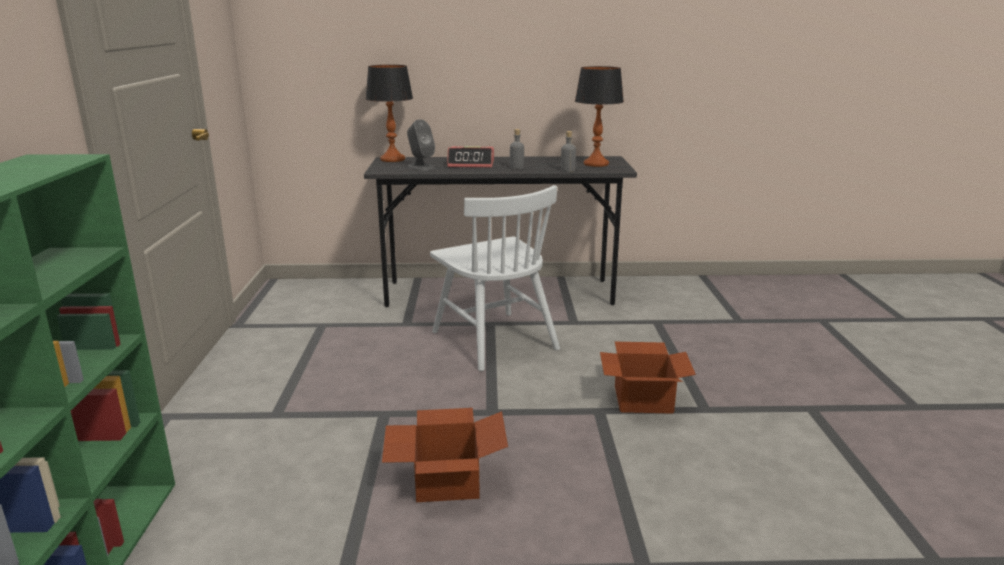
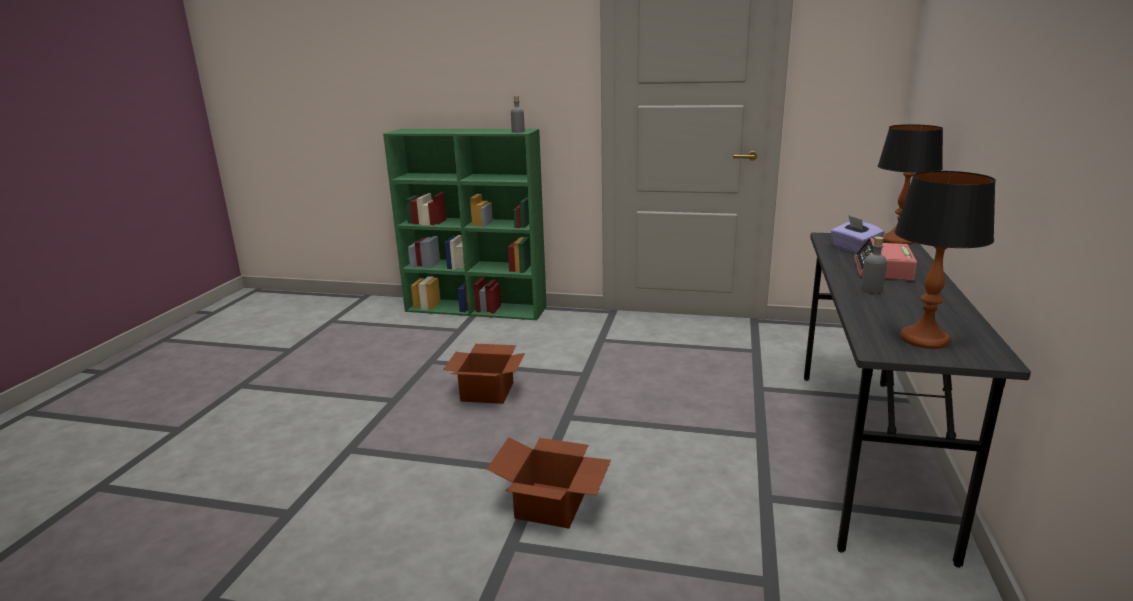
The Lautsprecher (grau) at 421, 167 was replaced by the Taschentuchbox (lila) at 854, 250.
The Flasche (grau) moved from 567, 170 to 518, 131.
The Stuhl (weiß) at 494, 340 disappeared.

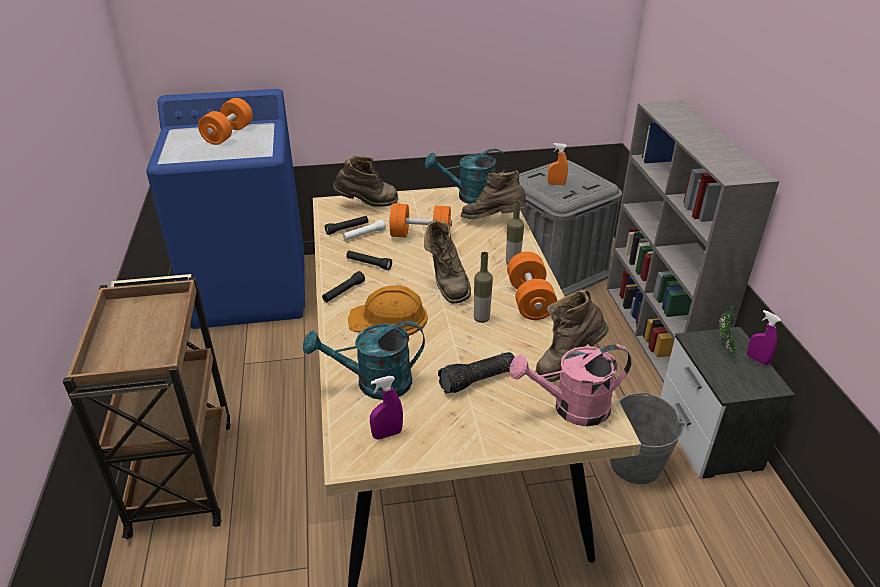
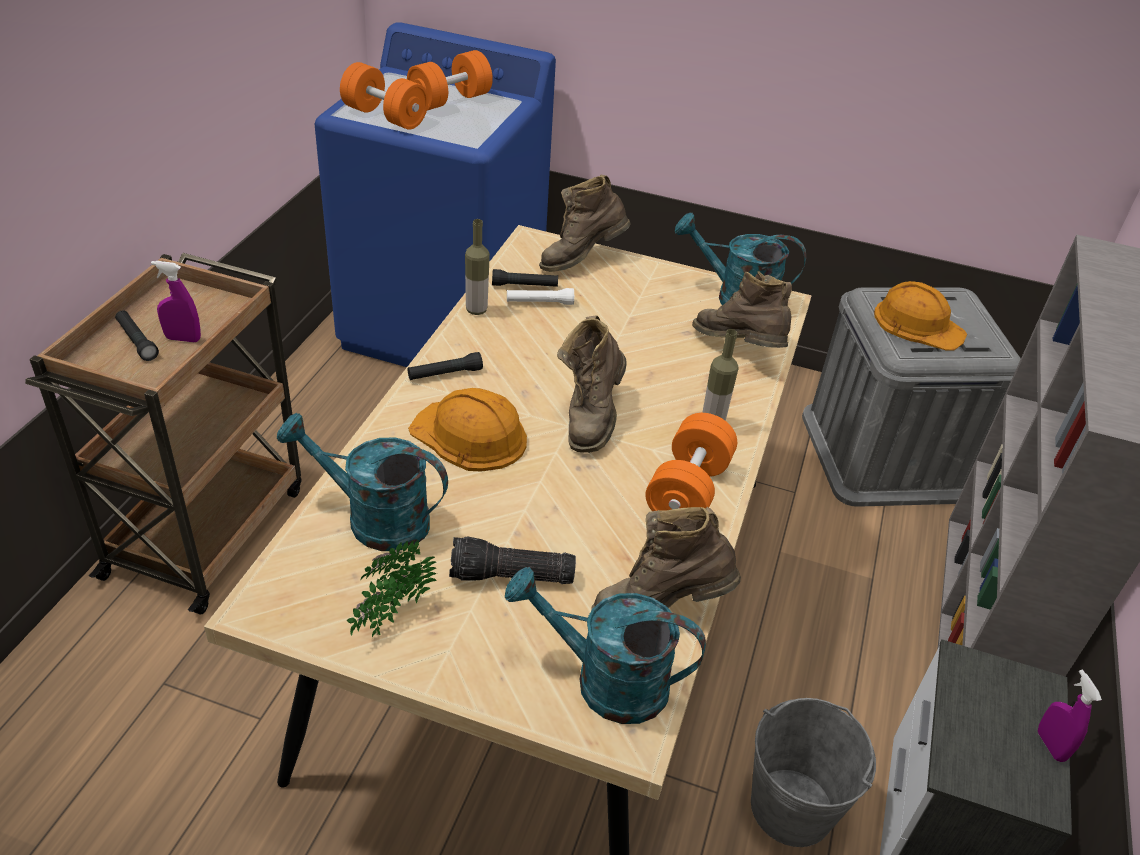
The Sprühflasche (orange) at 556, 184 was replaced by the Schutzhelm (orange) at 918, 324.
The Stiefel (braun) at 367, 204 turned 135 degrees clockwise.
The Hantel (orange) moved from 420, 235 to 385, 116.
The Taschenlampe (schwarz) moved from 369, 264 to 137, 341.
The Flasche moved from 481, 318 to 476, 310.
The Topfpflanze moved from 724, 348 to 390, 616.
The Gießkanne (rosa) at 571, 408 became the Gießkanne (türkis) at 605, 681.
The Sprühflasche (lila) moved from 387, 434 to 183, 339.

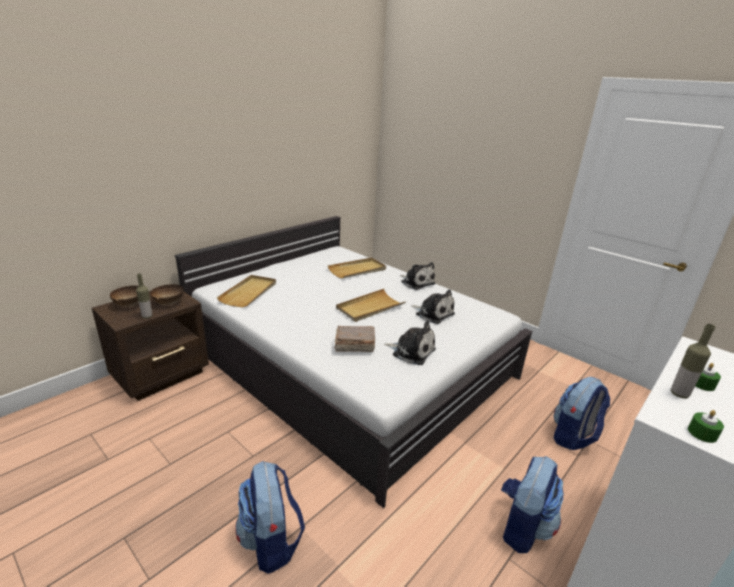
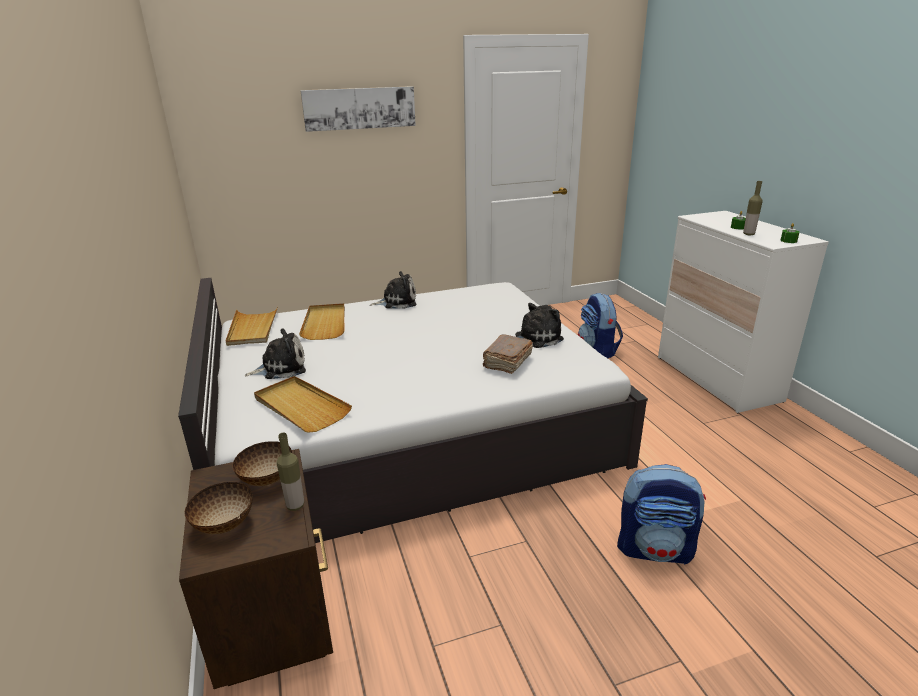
The Tablett (beige) moved from 370, 307 to 252, 329.
The Plüschtier moved from 433, 314 to 281, 368.
The Rucksack at 522, 526 disappeared.
The Bild at 359, 108 appeared.

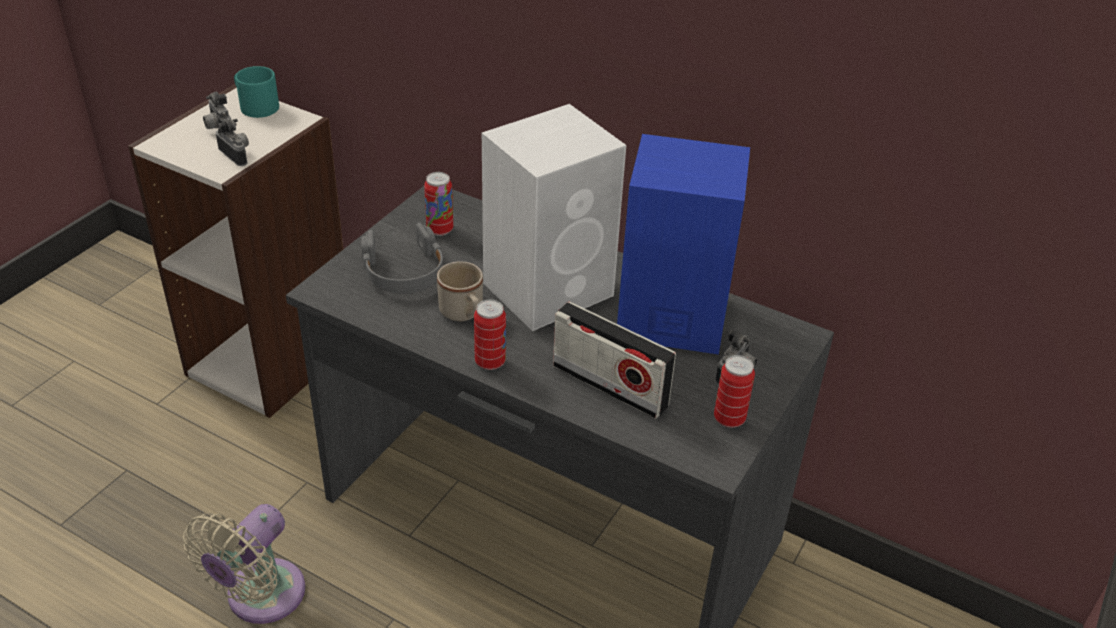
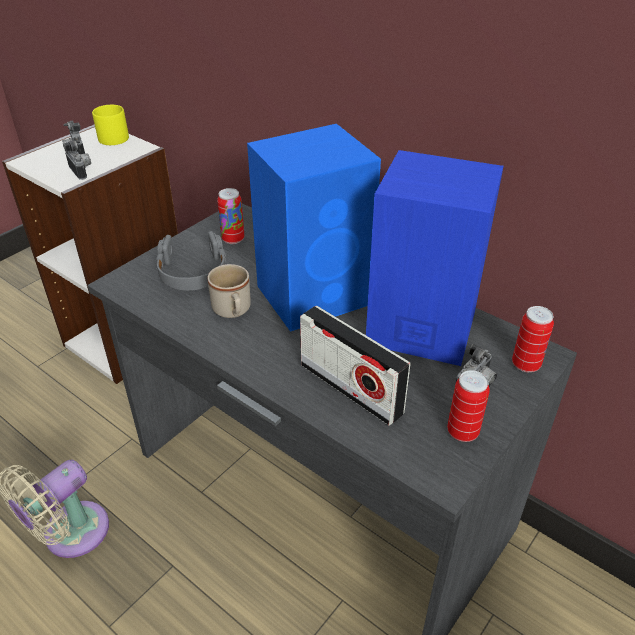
The Henkelbecher (türkis) at 254, 106 became the Henkelbecher (gelb) at 110, 137.
The Lautsprecher (weiß) at 550, 288 became the Lautsprecher (blau) at 316, 294.
The Dose moved from 490, 362 to 525, 364.

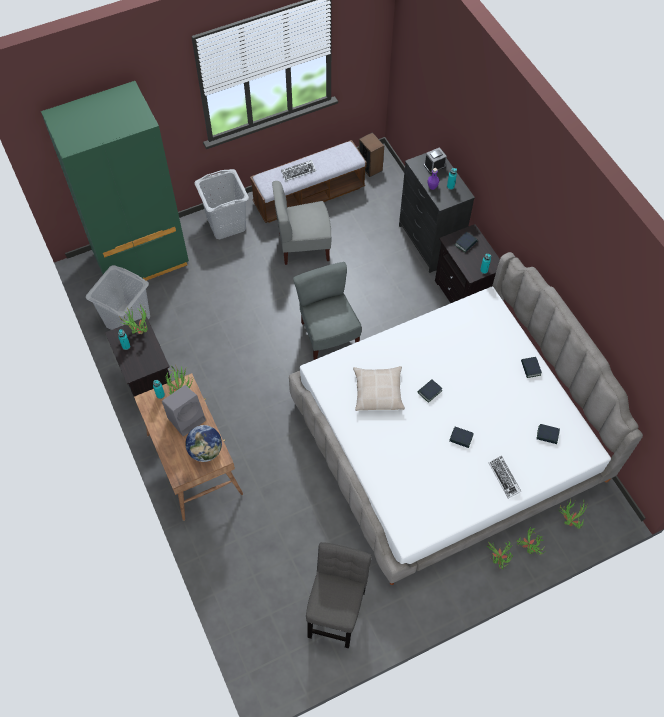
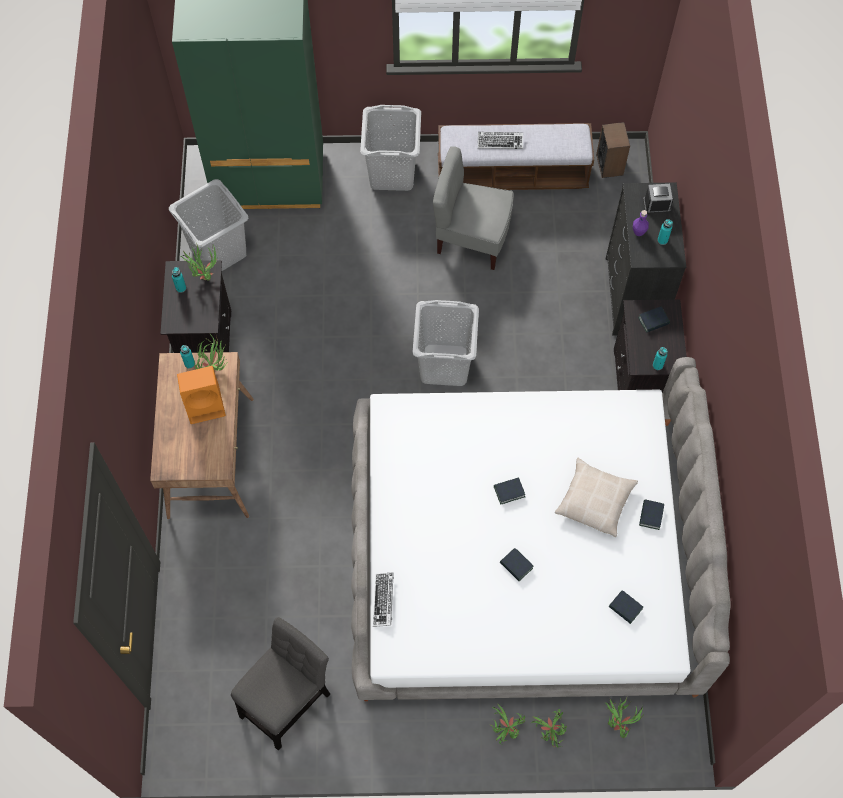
The Stuhl (grau) at 328, 335 was replaced by the Wäschekorb (grau) at 445, 364.
The Kissen (beige) moved from 378, 391 to 595, 500.
The Lautsprecher (grau) at 187, 418 became the Lautsprecher (orange) at 206, 404.
The Globus at 206, 451 disappeared.
The Tastatur moved from 504, 478 to 383, 600.

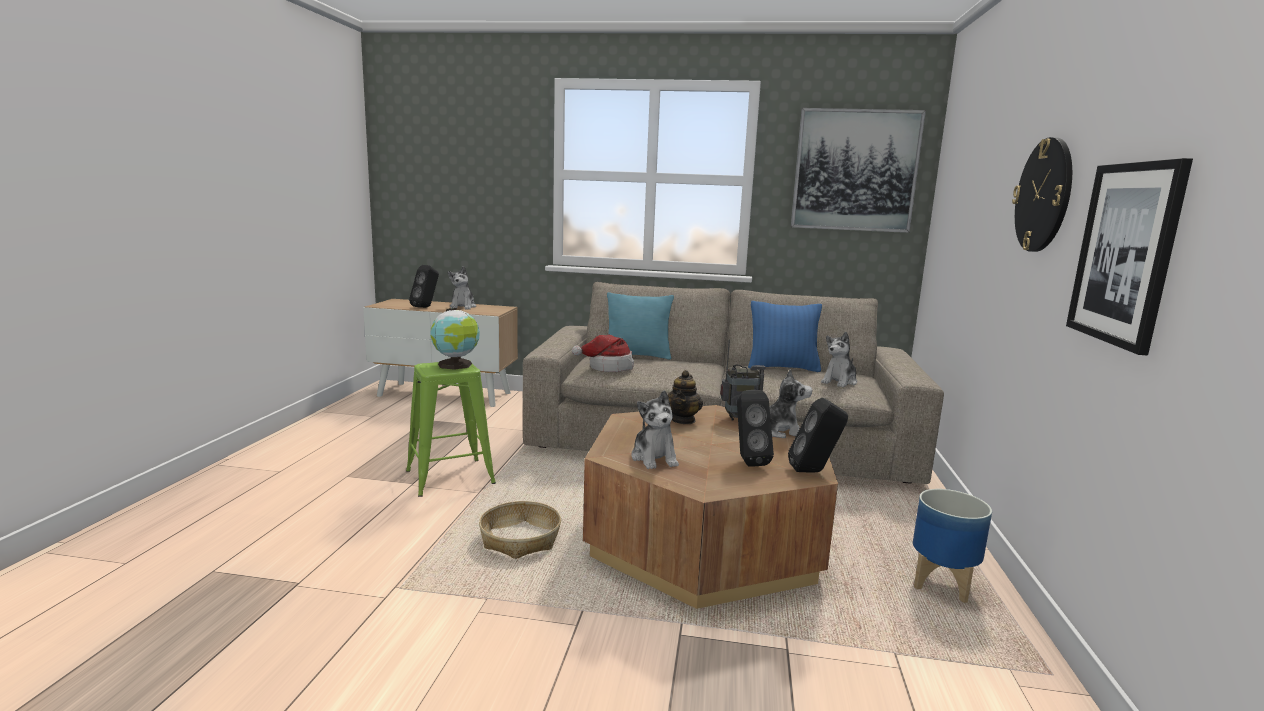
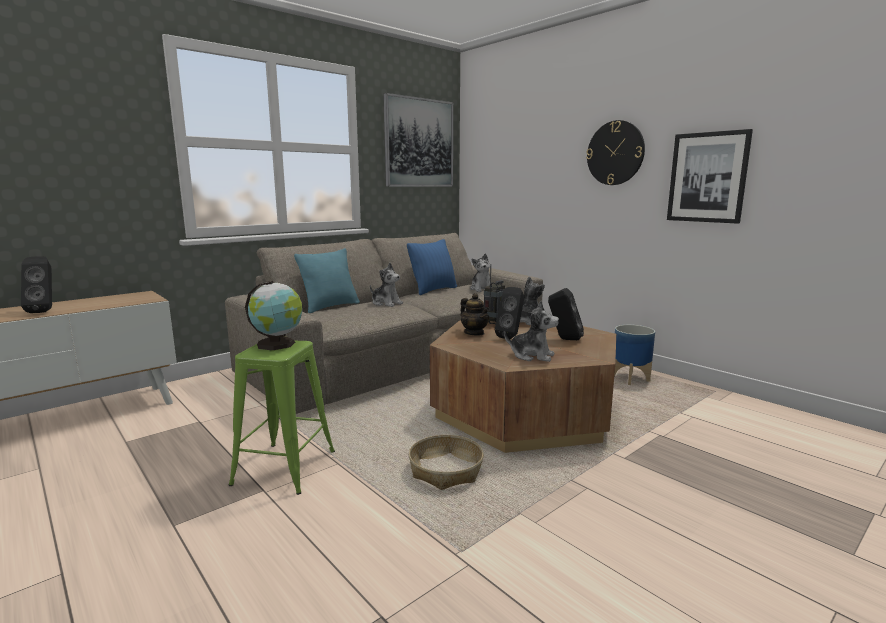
The Plüschtier moved from 463, 307 to 386, 303.
The Hut at 608, 367 disappeared.
The Lautsprecher (schwarz) moved from 815, 472 to 511, 337.

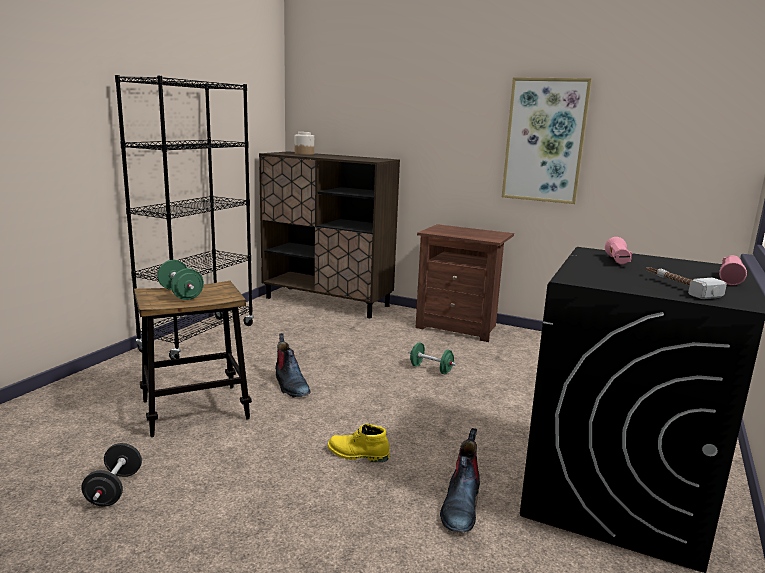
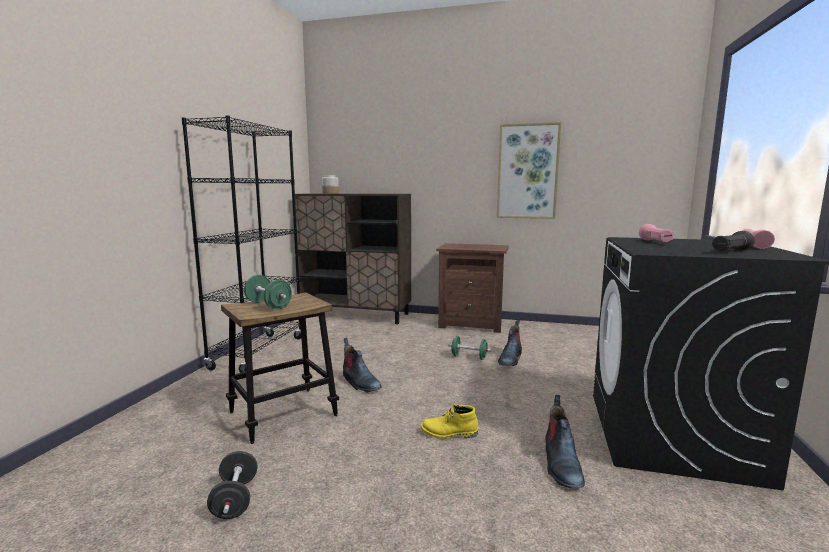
The Hammer at 677, 286 was replaced by the Taschenlampe (schwarz) at 730, 251.
The Stiefel at 510, 359 appeared.

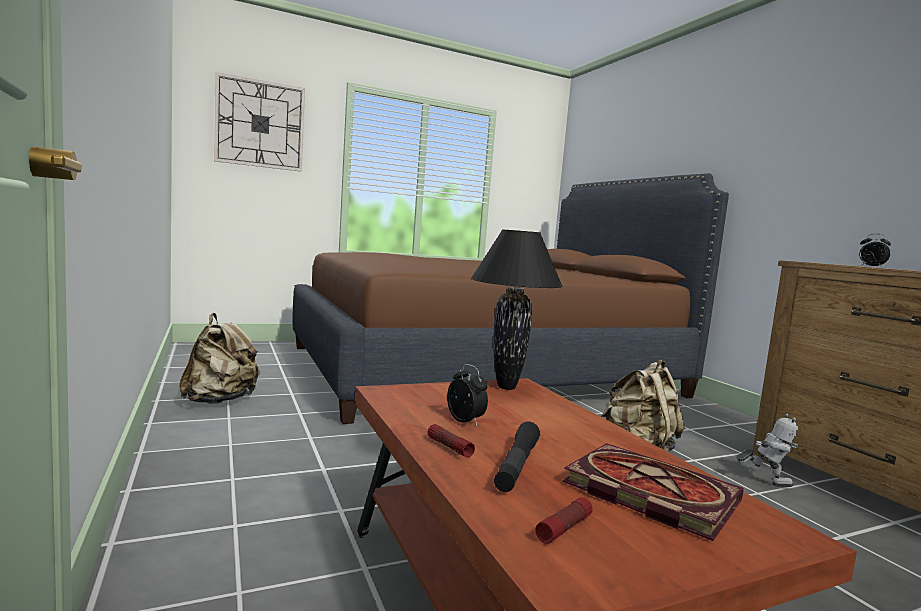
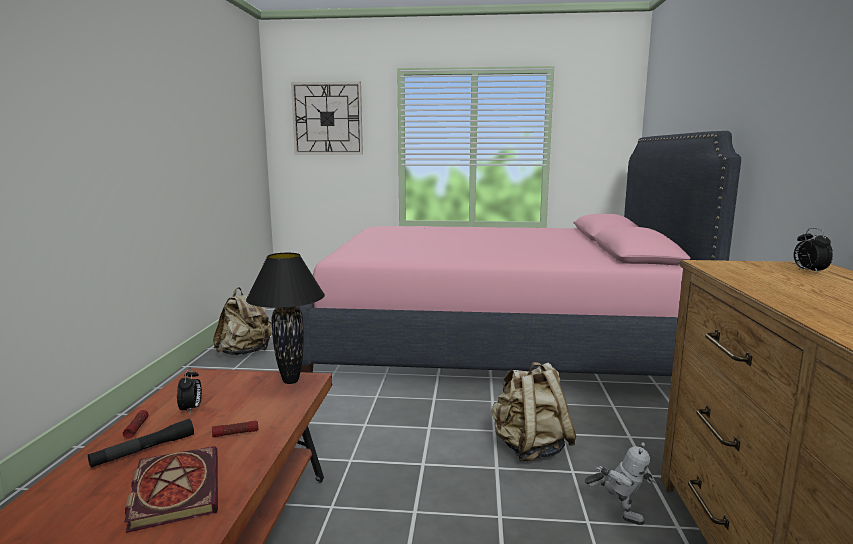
The Bett (braun) at 483, 371 became the Bett (rosa) at 493, 342.
The Taschenlampe moved from 564, 528 to 235, 433.

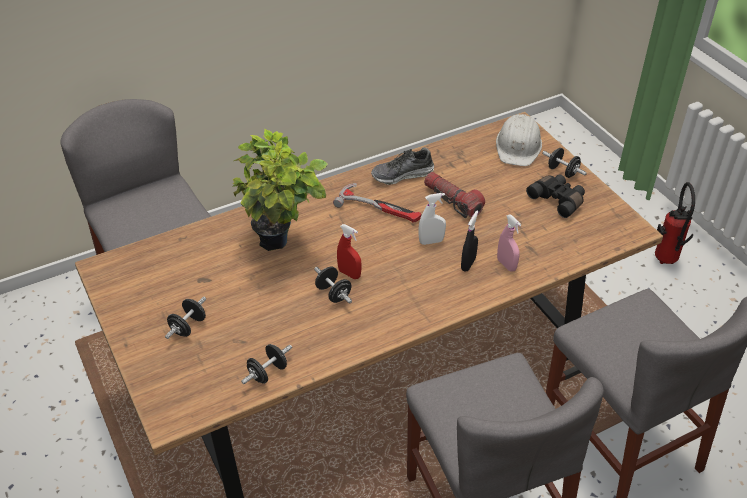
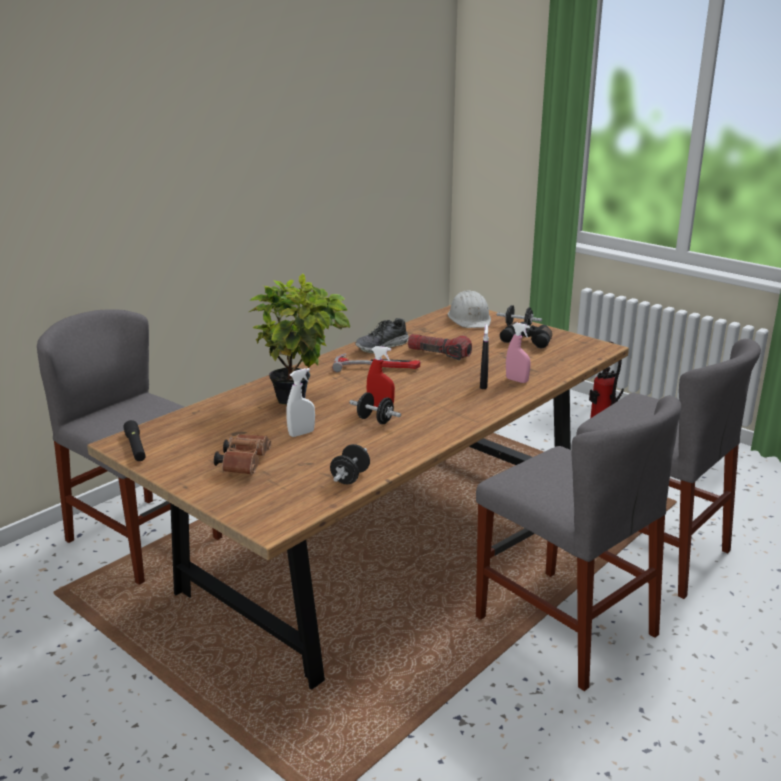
The Sprühflasche (weiß) moved from 431, 241 to 301, 433.
The Hantel (schwarz) at 188, 326 was replaced by the Fernglas (braun) at 244, 464.
The Taschenlampe (schwarz) at 136, 447 appeared.

